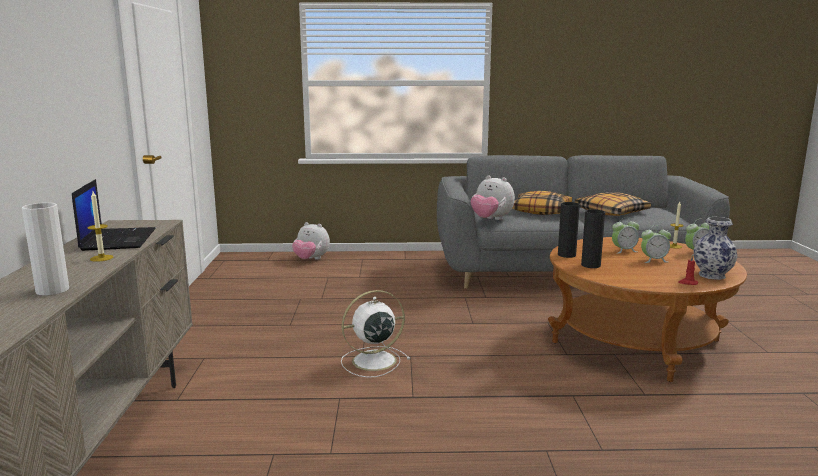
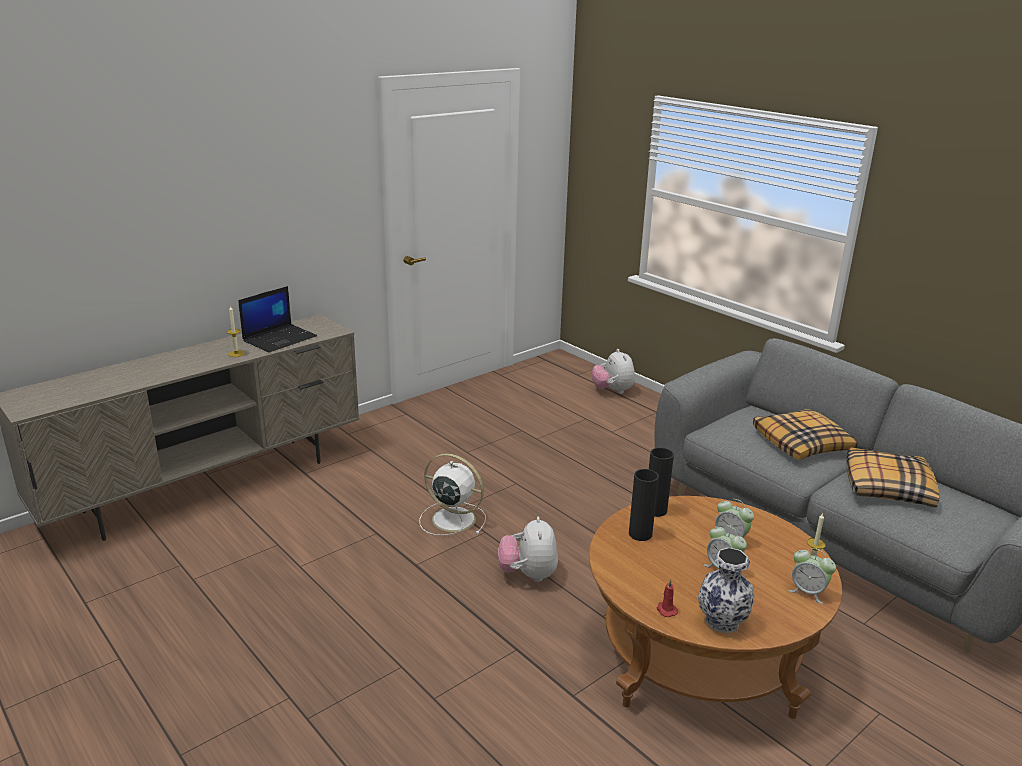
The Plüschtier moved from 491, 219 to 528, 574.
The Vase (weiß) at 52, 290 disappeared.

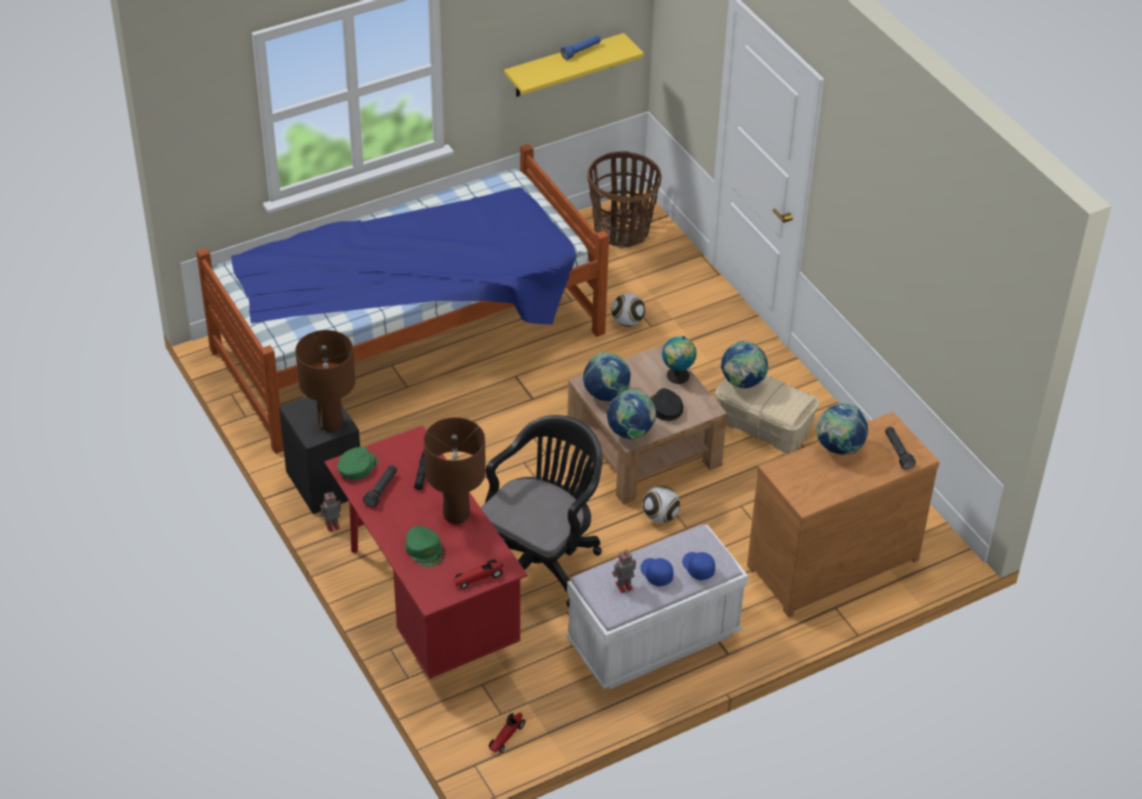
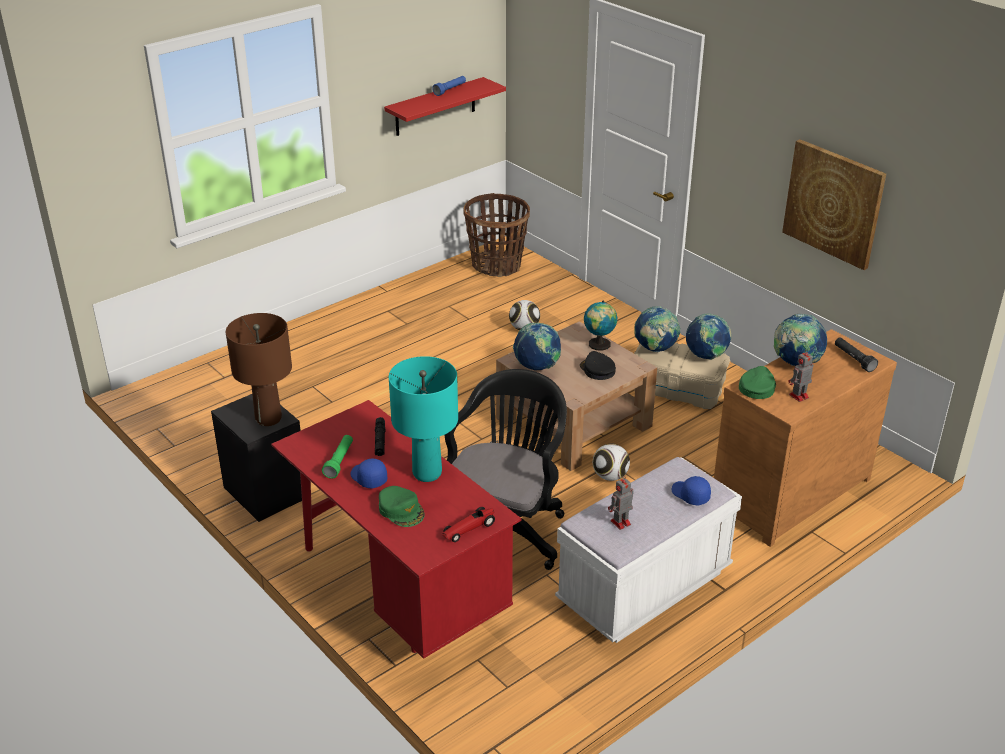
The Wandregal (gelb) at 564, 66 became the Wandregal (rot) at 435, 107.
The Bett at 410, 343 disappeared.
The Globus moved from 630, 433 to 706, 356.
The Tischlampe (braun) at 457, 515 became the Tischlampe (türkis) at 427, 473.
The Kappe (grün) moved from 357, 466 to 757, 387.
The Taschenlampe (schwarz) at 381, 490 became the Taschenlampe (grün) at 339, 461.
The Spielzeugroboter moved from 331, 525 to 798, 396.
The Kappe (blau) moved from 655, 574 to 368, 478.
The Spielzeugauto at 506, 736 disappeared.
The Bild at 833, 203 appeared.

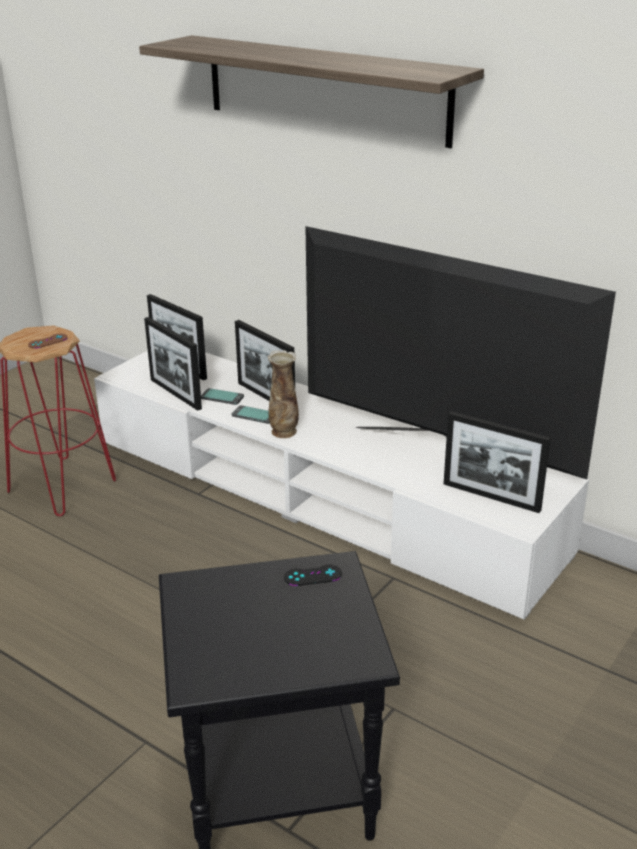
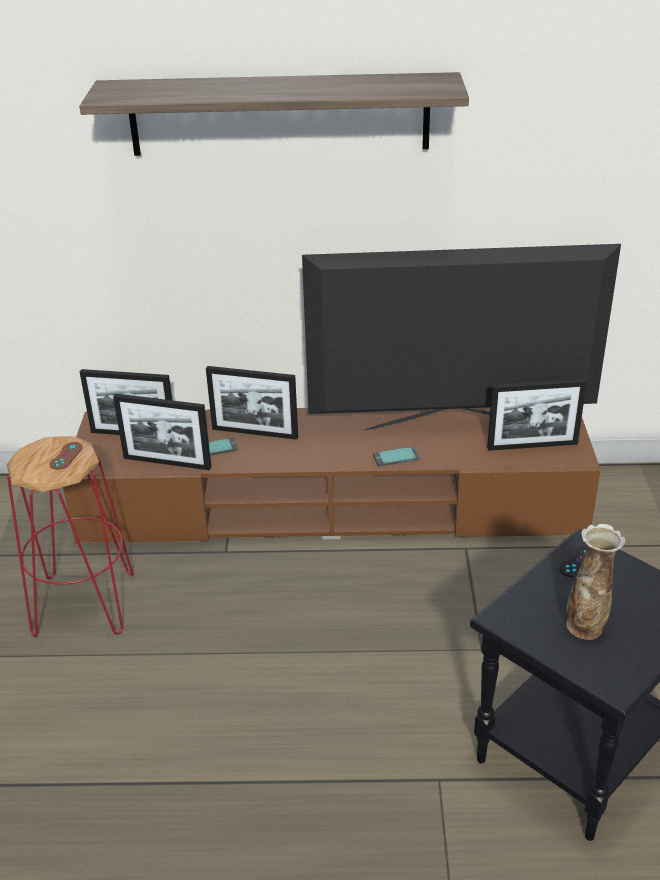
The Vase moved from 284, 432 to 585, 627.
The Fernsehschrank (weiß) at 320, 496 became the Fernsehschrank (braun) at 333, 506.
The Handy moved from 254, 415 to 396, 457.

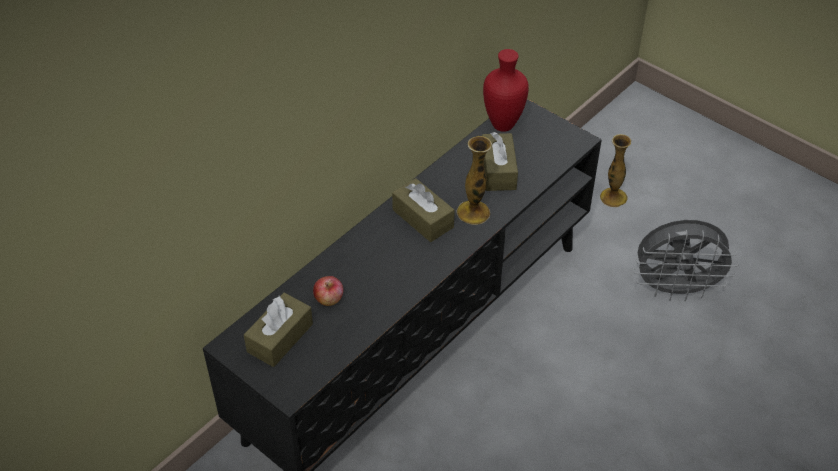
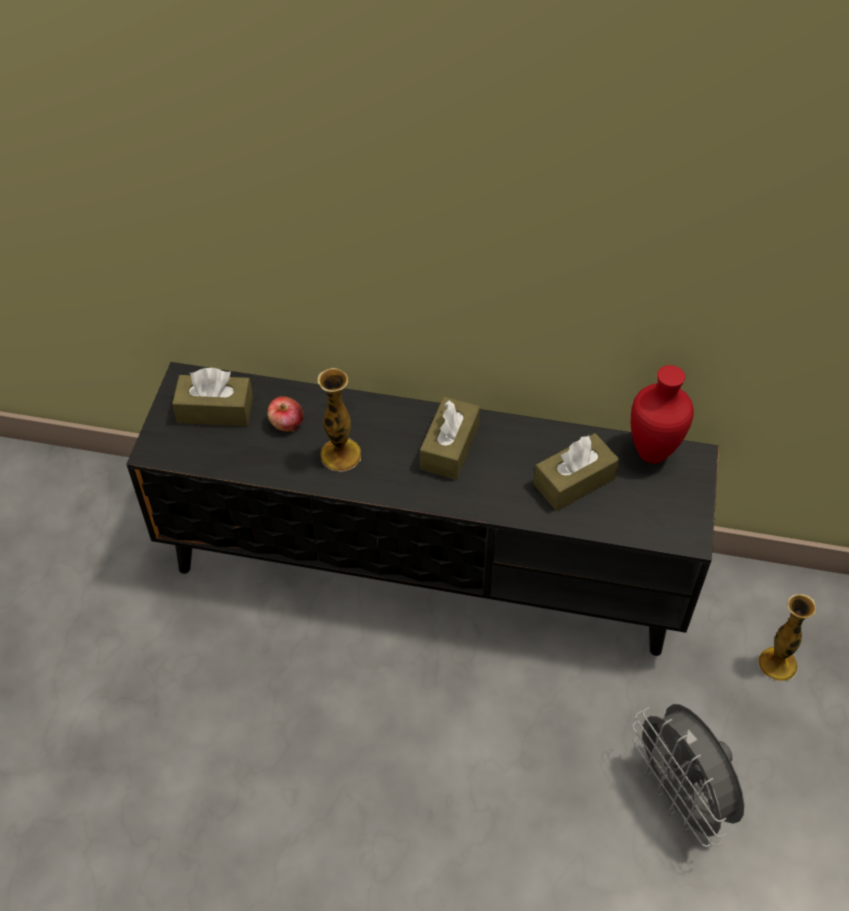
The Vase moved from 473, 212 to 340, 454.

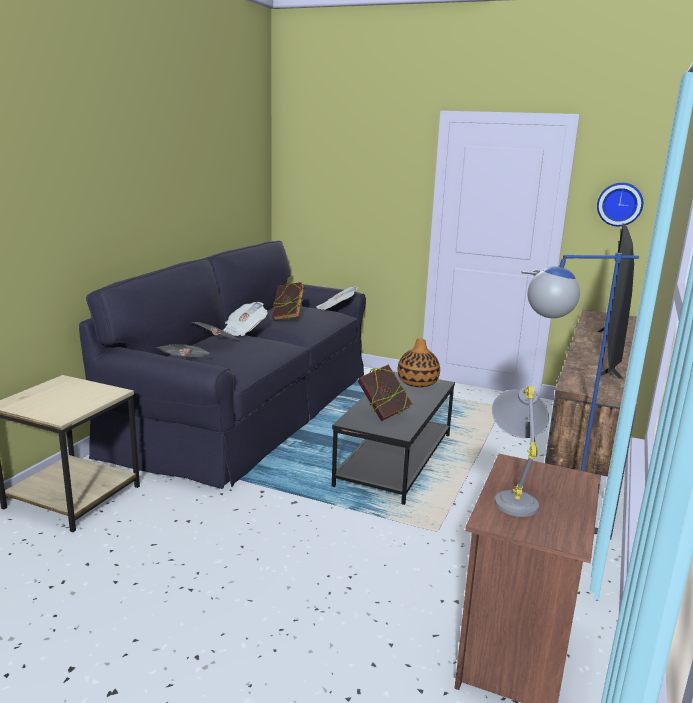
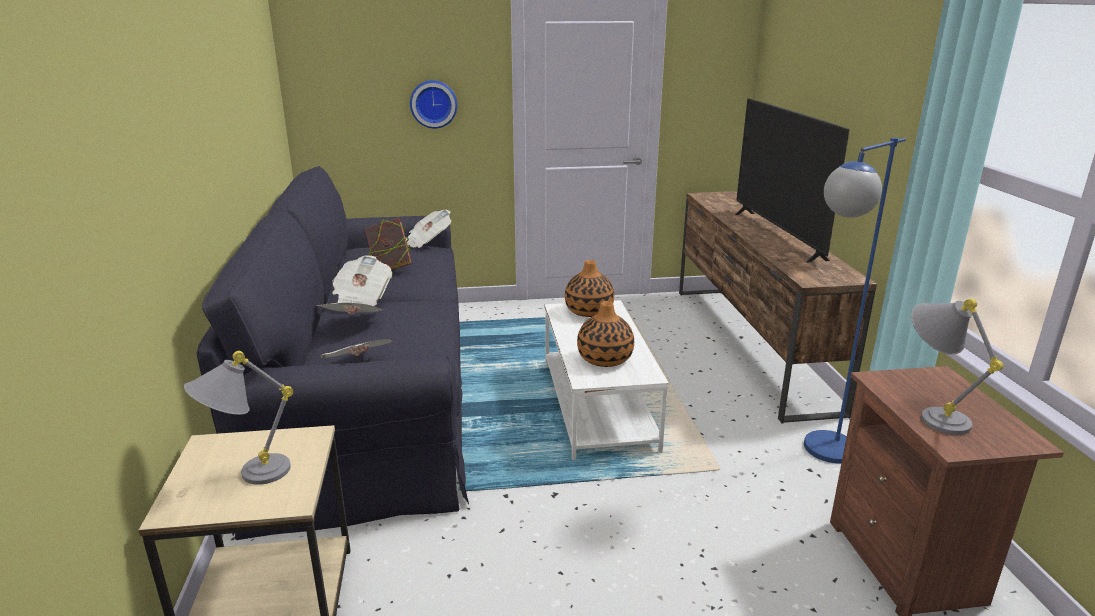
The Wanduhr moved from 619, 204 to 433, 104.
The Buch at 383, 414 was replaced by the Vase at 605, 359.
The Couchtisch (schwarz) at 394, 459 became the Couchtisch (weiß) at 596, 404.
The Tischlampe (grau) at 248, 476 appeared.

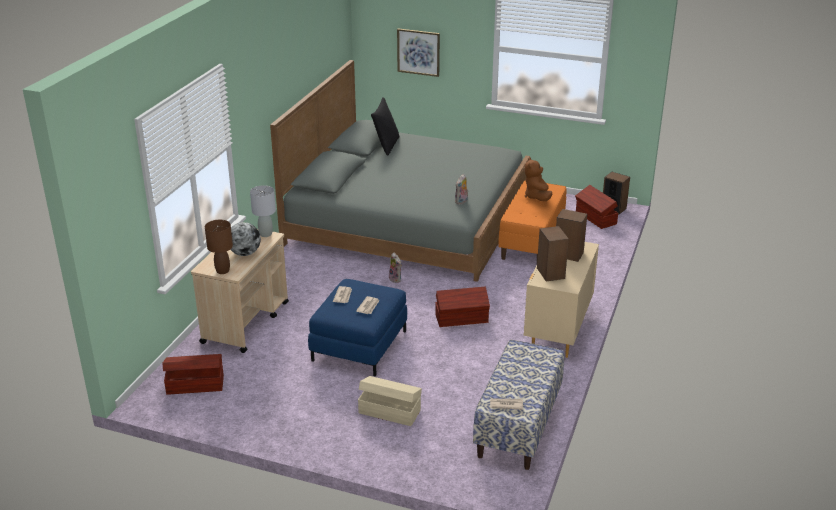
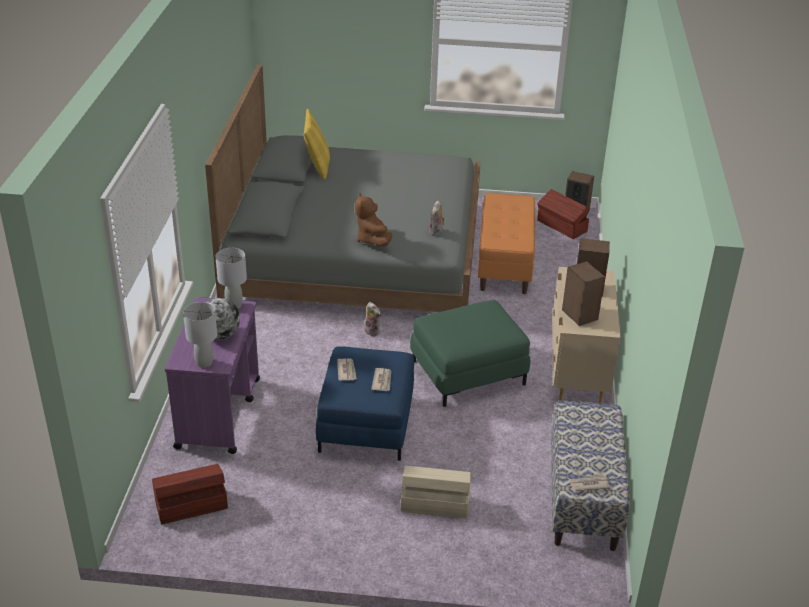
The Bild at 418, 52 disappeared.
The Kissen (schwarz) at 386, 145 became the Kissen (gelb) at 317, 166.
The Plüschtier (braun) moved from 537, 197 to 372, 239.
The Tischlampe (braun) at 223, 271 became the Tischlampe (grau) at 204, 363.
The Rollwagen (beige) at 246, 322 became the Rollwagen (lila) at 219, 412.
The Aufbewahrungsbox (braun) at 462, 319 was replaced by the Polsterhocker (grün) at 468, 372.

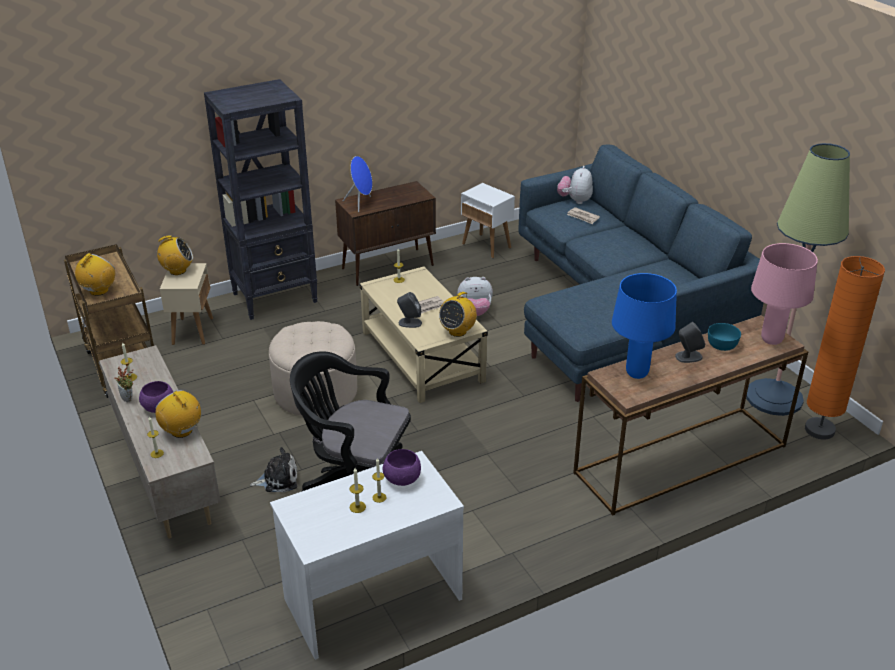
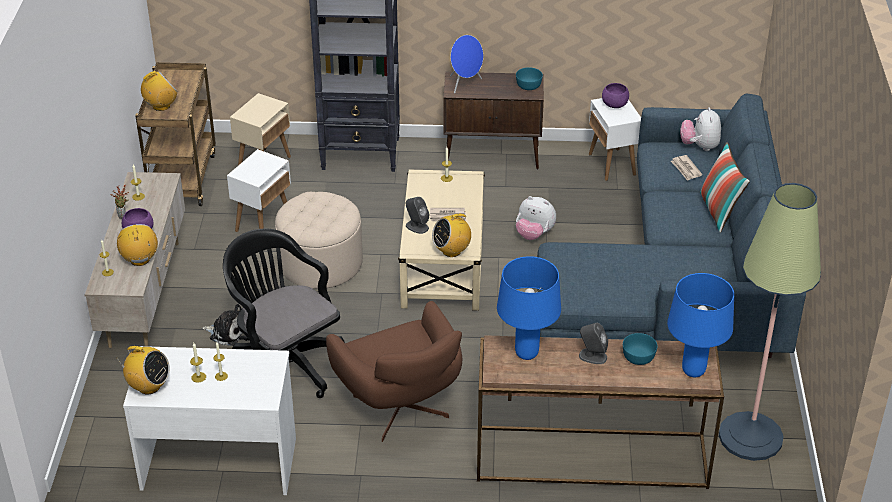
The Plüschtier at 574, 200 turned 45 degrees counterclockwise.
The Radio moved from 177, 271 to 148, 386.
The Tischlampe (rosa) at 772, 340 became the Tischlampe (blau) at 694, 371.
The Stehlampe (orange) at 819, 430 disappeared.
The Schüssel (lila) moved from 402, 478 to 615, 104.
The Schüssel (türkis) at 528, 86 appeared.
The Kissen at 719, 211 appeared.
The Beistelltisch (weiß) at 263, 223 appeared.
The Sessel (braun) at 402, 410 appeared.

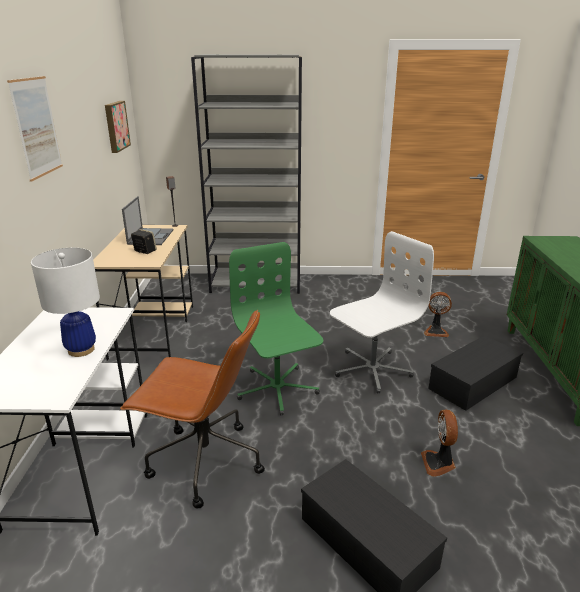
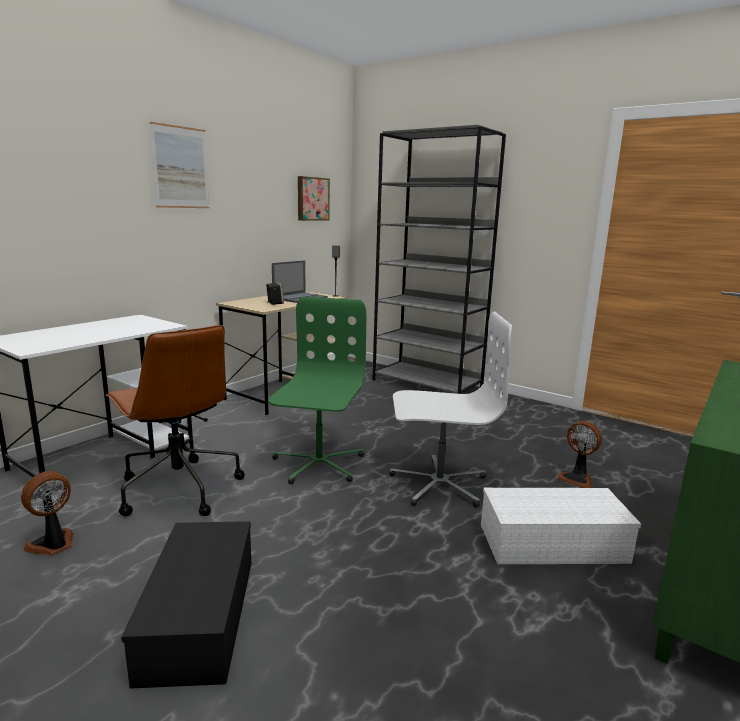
The Tischlampe (weiß) at 81, 350 disappeared.
The Aufbewahrungsbox (schwarz) at 473, 382 became the Aufbewahrungsbox (weiß) at 553, 542.
The Ventilator moved from 439, 463 to 53, 544.

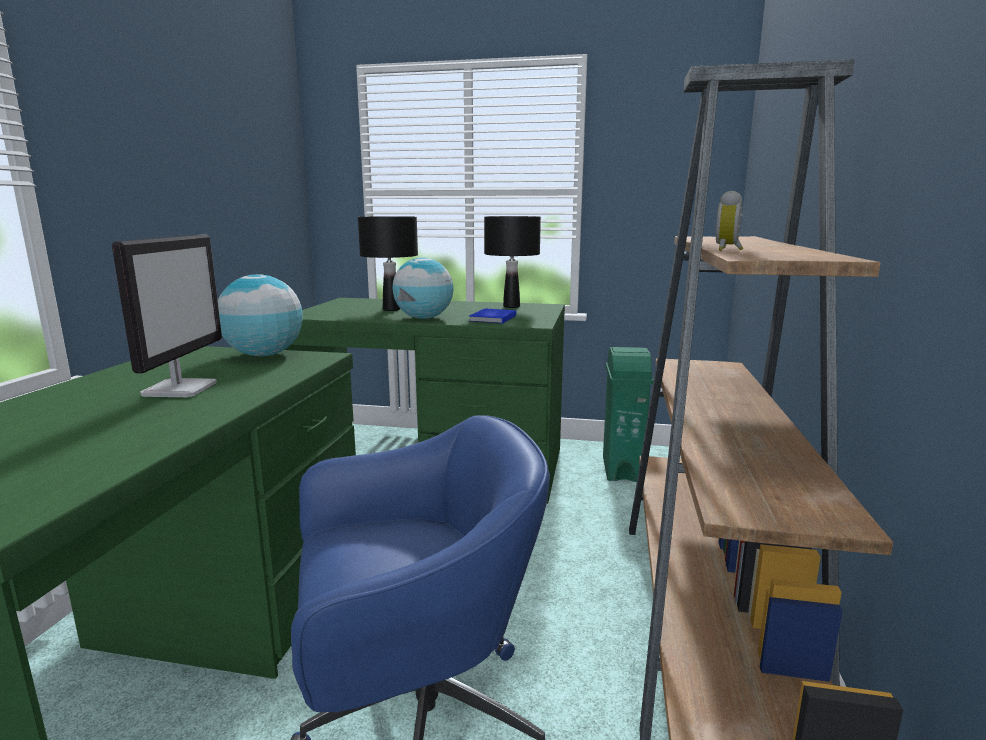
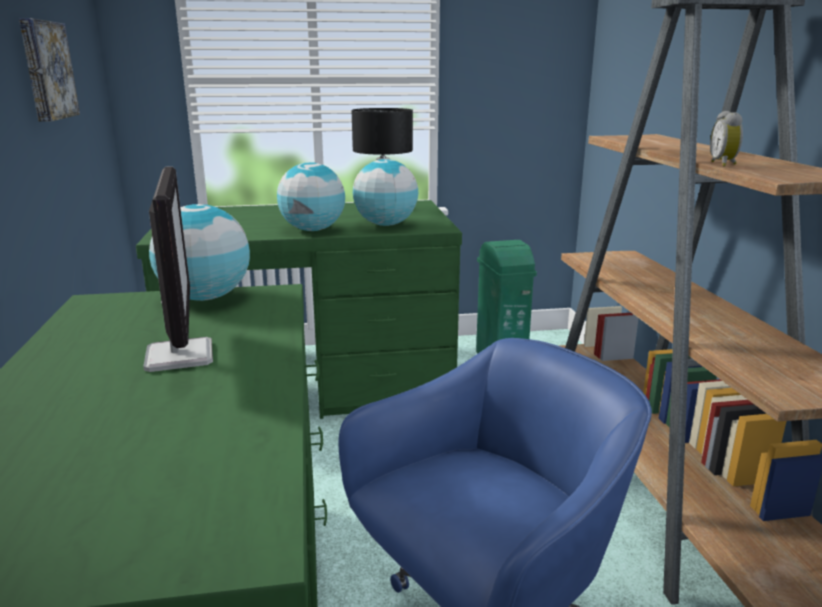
The Tischlampe (schwarz) at 391, 309 disappeared.
The Buch (blau) at 491, 318 was replaced by the Globus at 385, 225.
The Bild at 46, 70 appeared.

